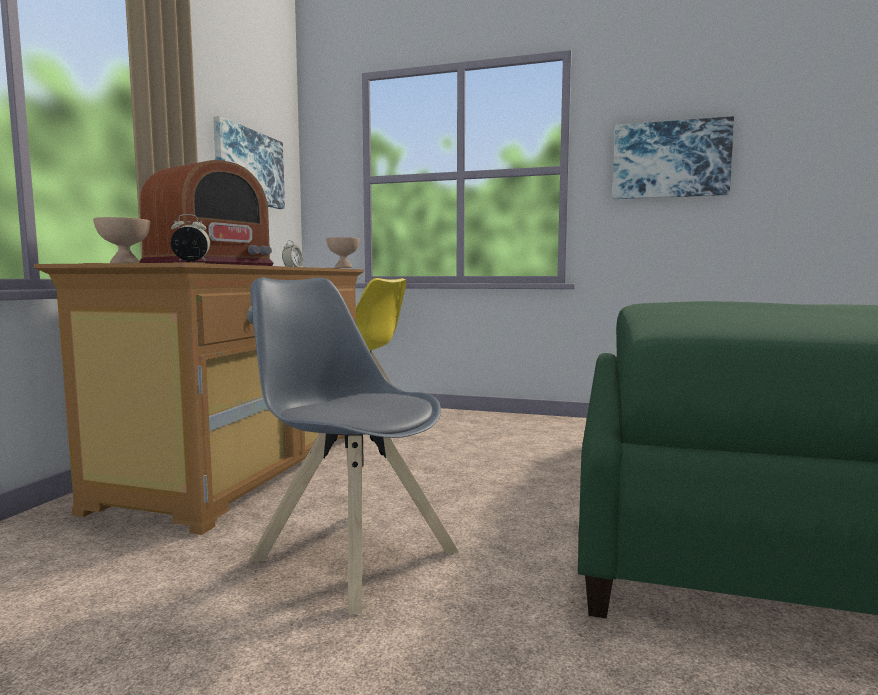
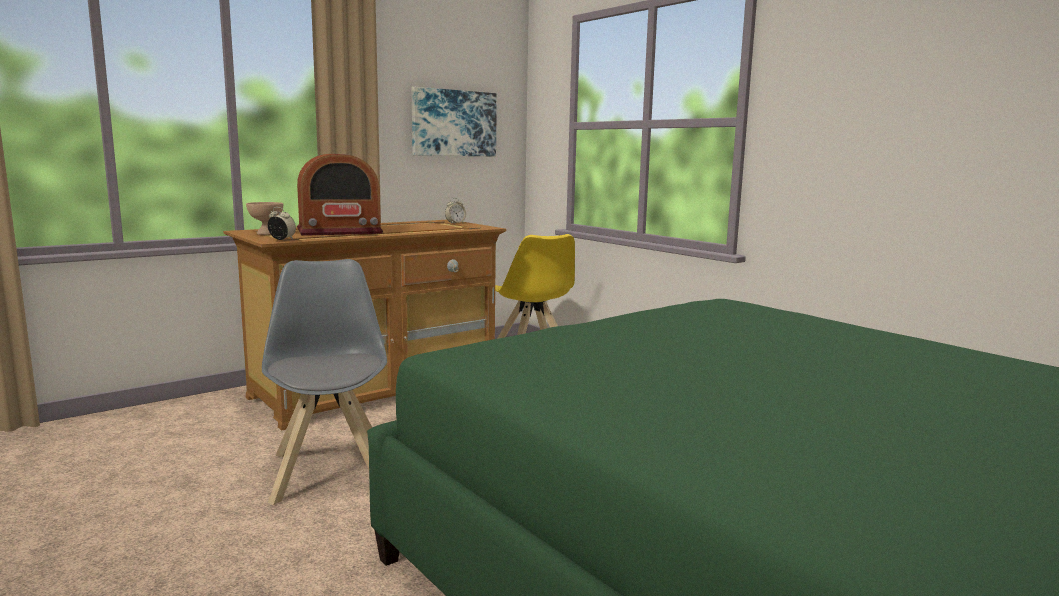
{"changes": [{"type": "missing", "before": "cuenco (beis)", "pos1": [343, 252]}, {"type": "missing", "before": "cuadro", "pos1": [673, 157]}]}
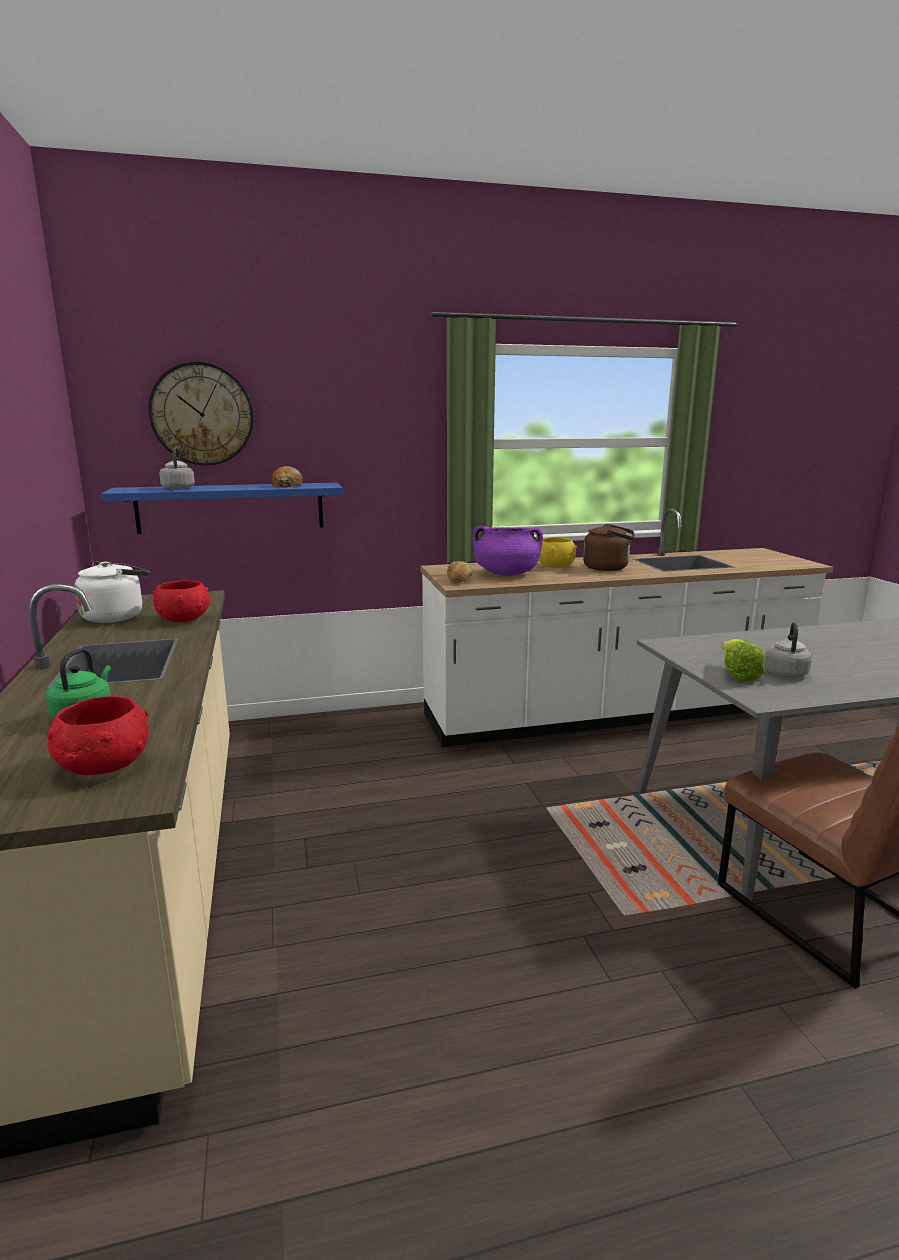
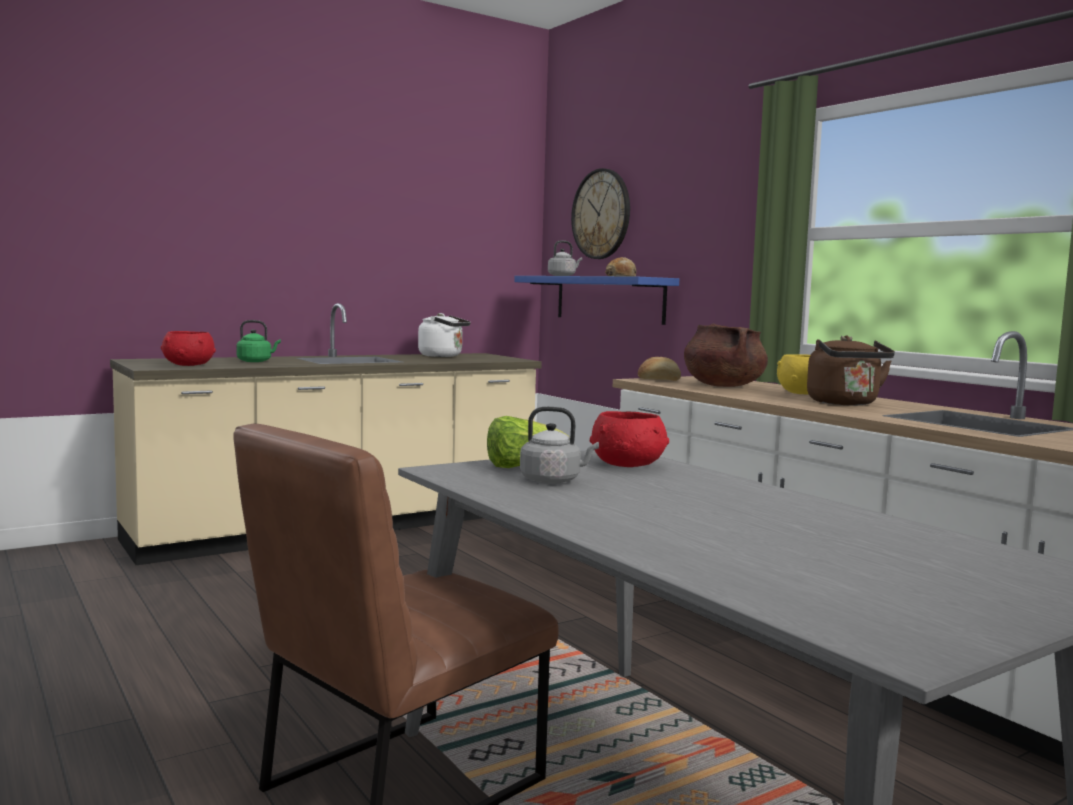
{"changes": [{"type": "relocated", "before": "cuenco (rojo)", "pos1": [181, 601], "pos2": [629, 439]}, {"type": "colour", "before": "olla (morado)", "after": "olla (marrón)", "pos1": [508, 551], "pos2": [726, 355]}]}
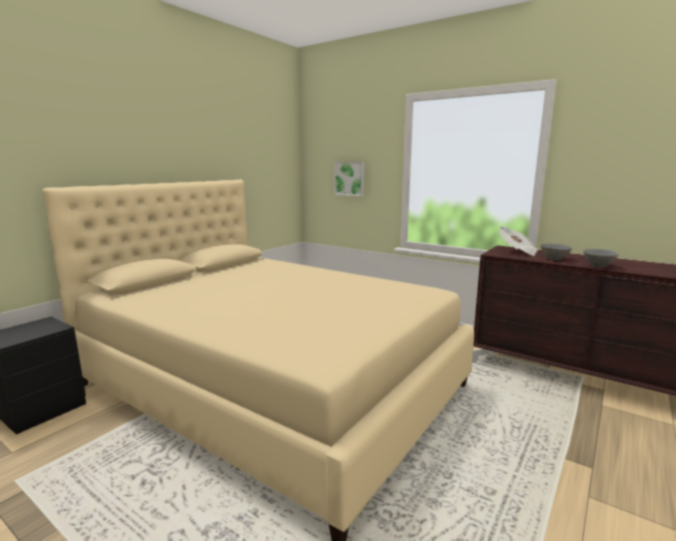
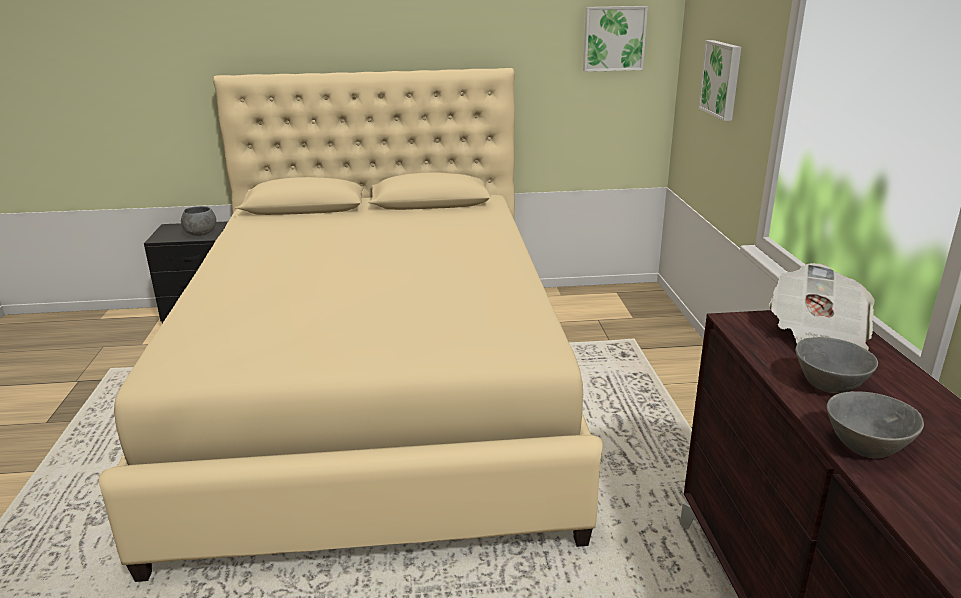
{"changes": [{"type": "appeared", "after": "cuenco (gris)", "pos2": [198, 221]}, {"type": "appeared", "after": "cuadro", "pos2": [615, 39]}]}
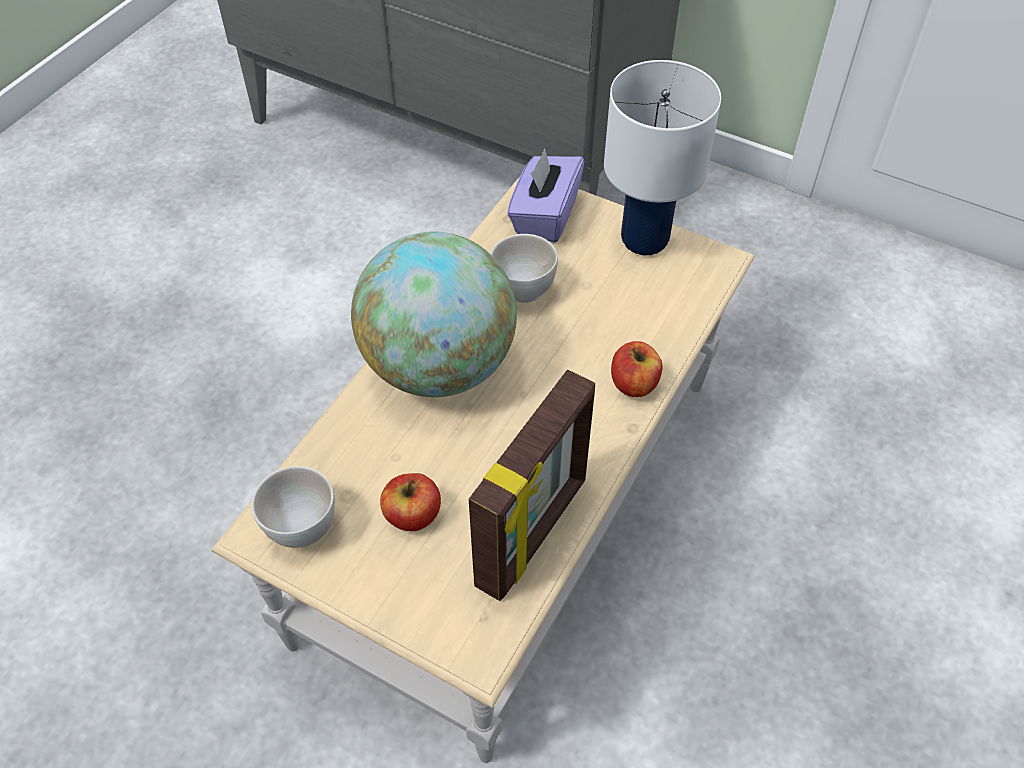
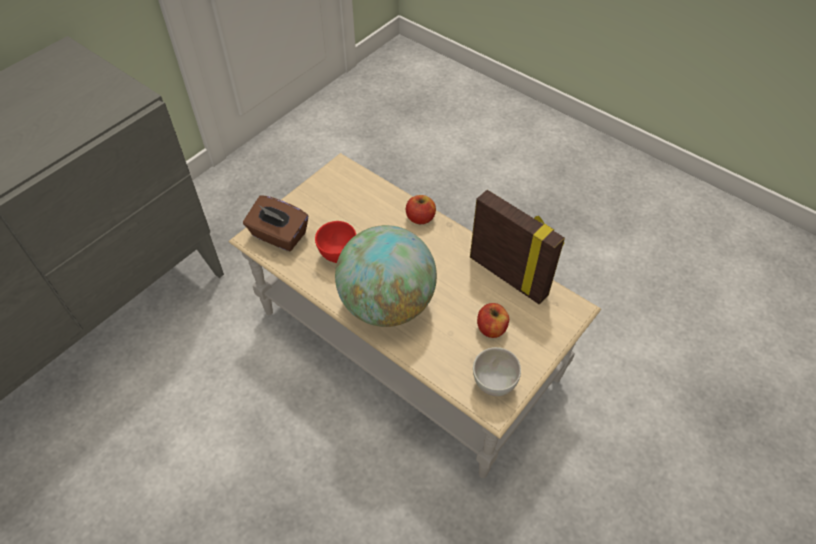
{"changes": [{"type": "missing", "before": "lámpara de mesa (blanco)", "pos1": [662, 158]}, {"type": "colour", "before": "cuenco (blanco)", "after": "cuenco (rojo)", "pos1": [524, 268], "pos2": [335, 242]}, {"type": "colour", "before": "caja de pañuelos (morado)", "after": "caja de pañuelos (marrón)", "pos1": [545, 196], "pos2": [275, 223]}]}
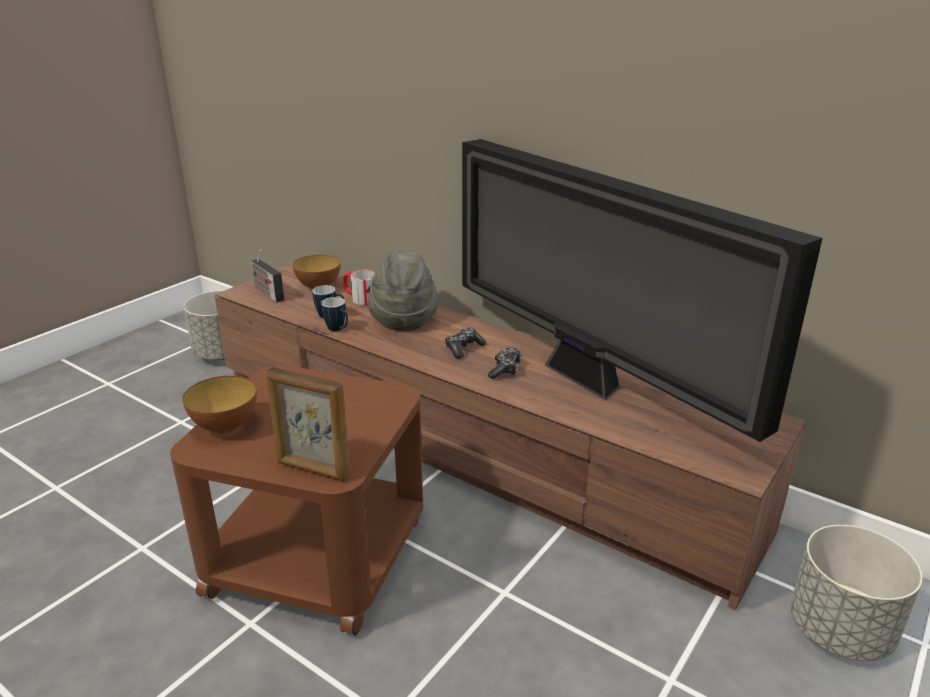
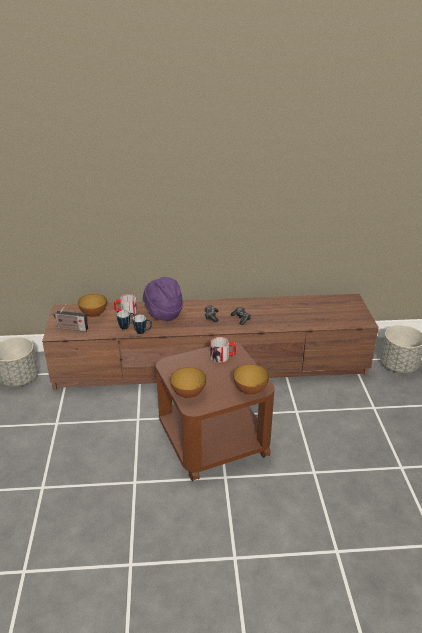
{"changes": [{"type": "missing", "before": "televisor", "pos1": [642, 290]}, {"type": "appeared", "after": "taza grande", "pos2": [224, 350]}, {"type": "exchanged", "before": "portarretratos", "after": "cuenco", "pos1": [308, 424], "pos2": [251, 379]}, {"type": "colour", "before": "sombrero (gris)", "after": "sombrero (morado)", "pos1": [403, 290], "pos2": [163, 299]}]}
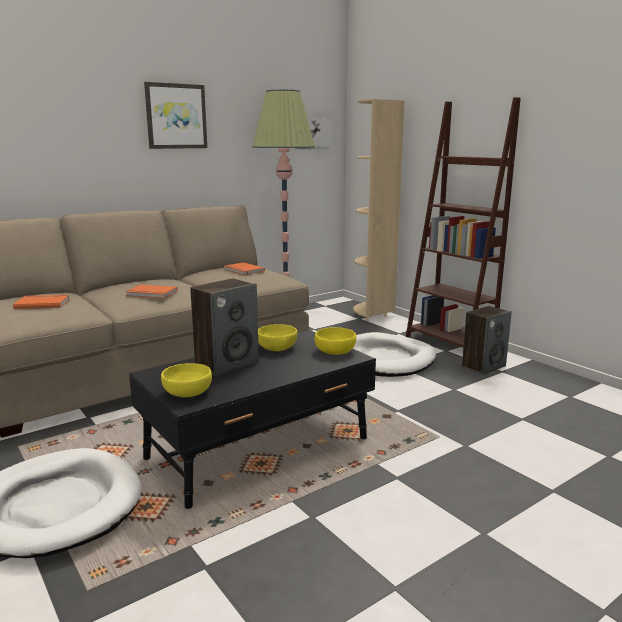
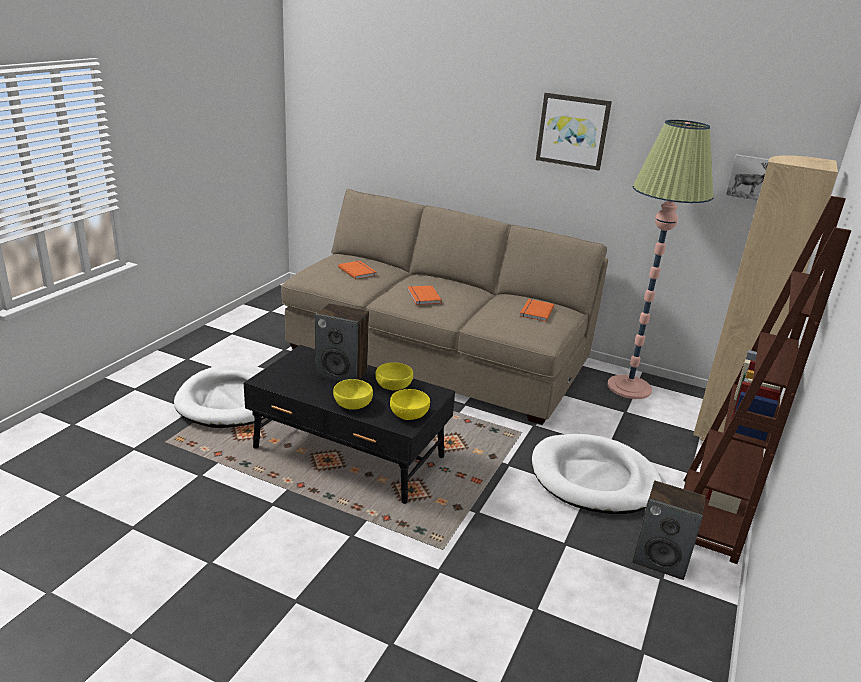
{"changes": [{"type": "relocated", "before": "cuenco (amarillo)", "pos1": [186, 380], "pos2": [353, 394]}]}
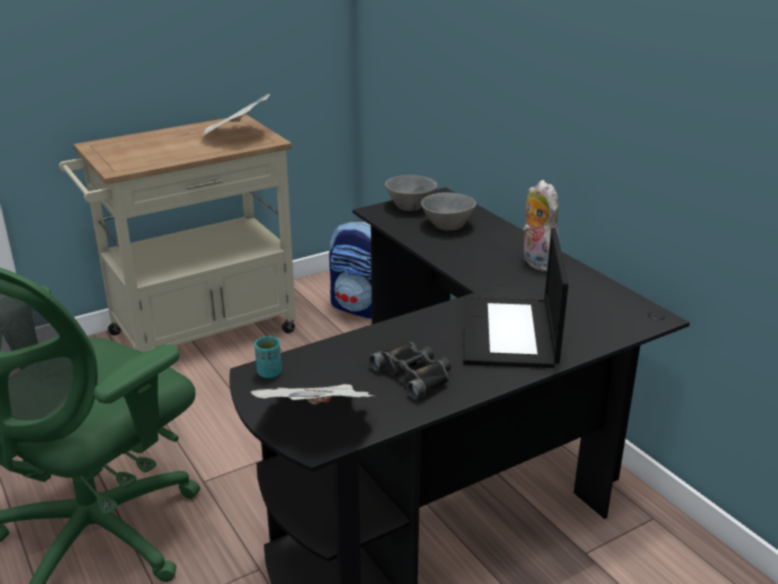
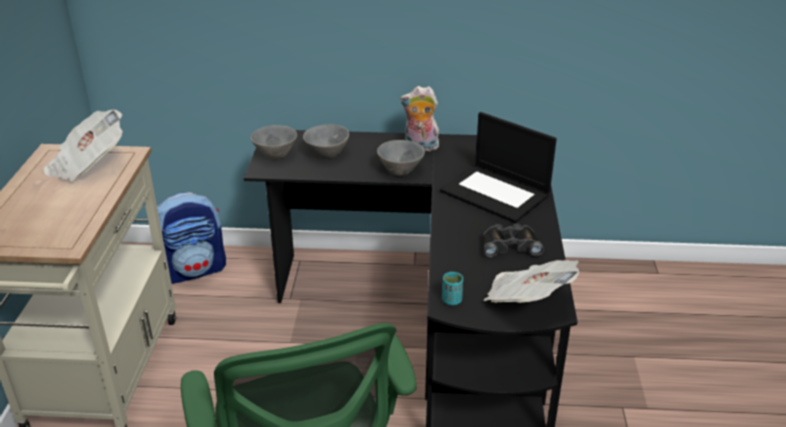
{"changes": [{"type": "appeared", "after": "cuenco (gris)", "pos2": [401, 158]}]}
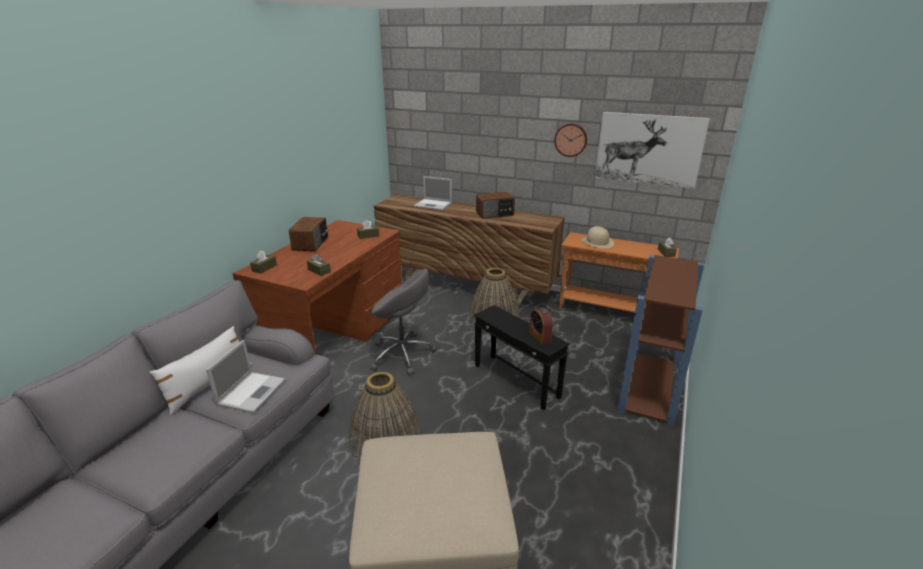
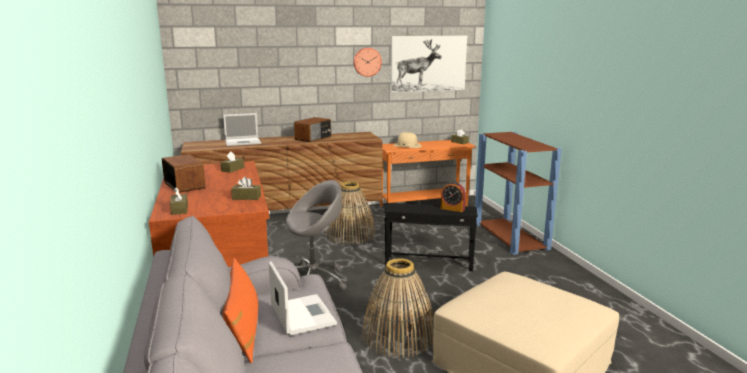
{"changes": [{"type": "colour", "before": "cojín (blanco)", "after": "cojín (naranja)", "pos1": [200, 370], "pos2": [240, 310]}]}
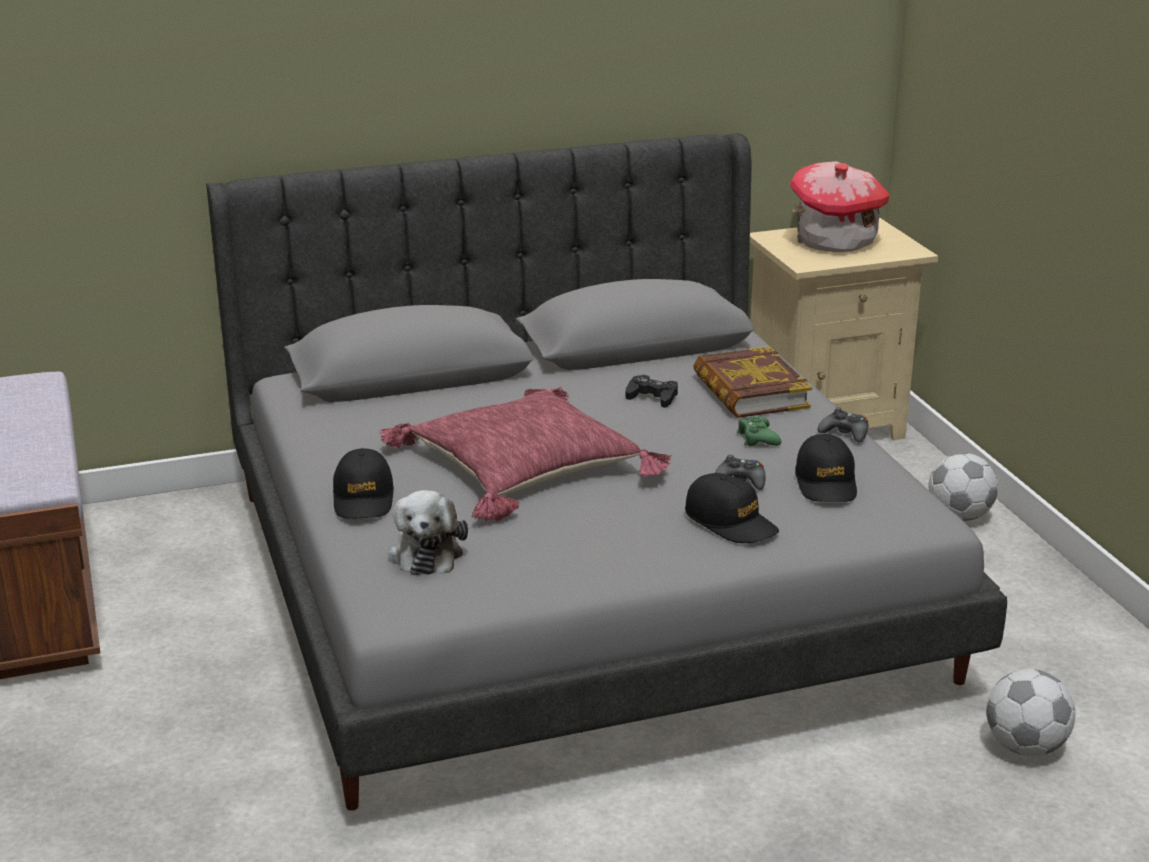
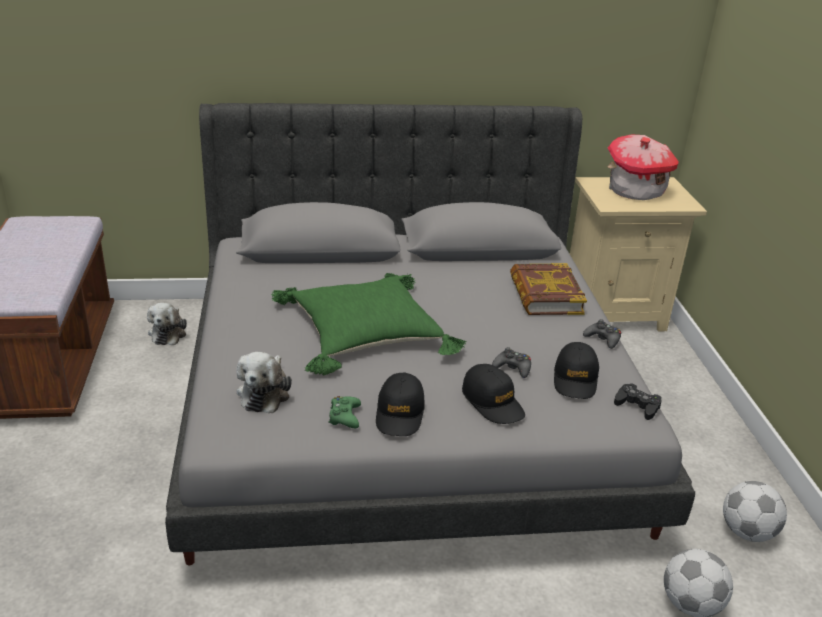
{"changes": [{"type": "appeared", "after": "peluche", "pos2": [167, 323]}, {"type": "relocated", "before": "gorra (negro)", "pos1": [363, 483], "pos2": [400, 404]}, {"type": "relocated", "before": "mando de consola (negro)", "pos1": [652, 391], "pos2": [638, 401]}, {"type": "relocated", "before": "mando de consola (verde)", "pos1": [759, 431], "pos2": [345, 412]}, {"type": "relocated", "before": "balón de fútbol", "pos1": [963, 487], "pos2": [755, 511]}, {"type": "colour", "before": "cojín (rojo)", "after": "cojín (verde)", "pos1": [525, 454], "pos2": [369, 324]}]}
